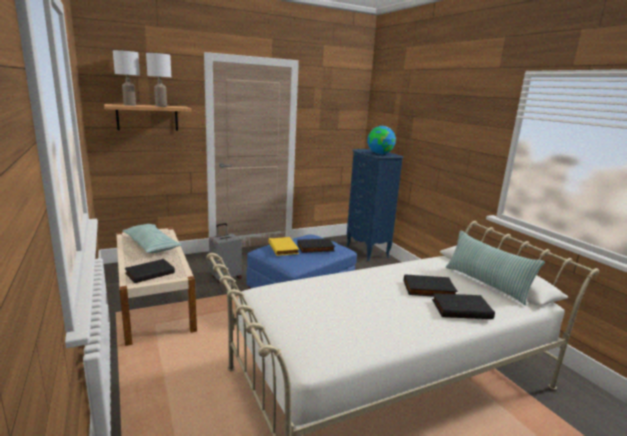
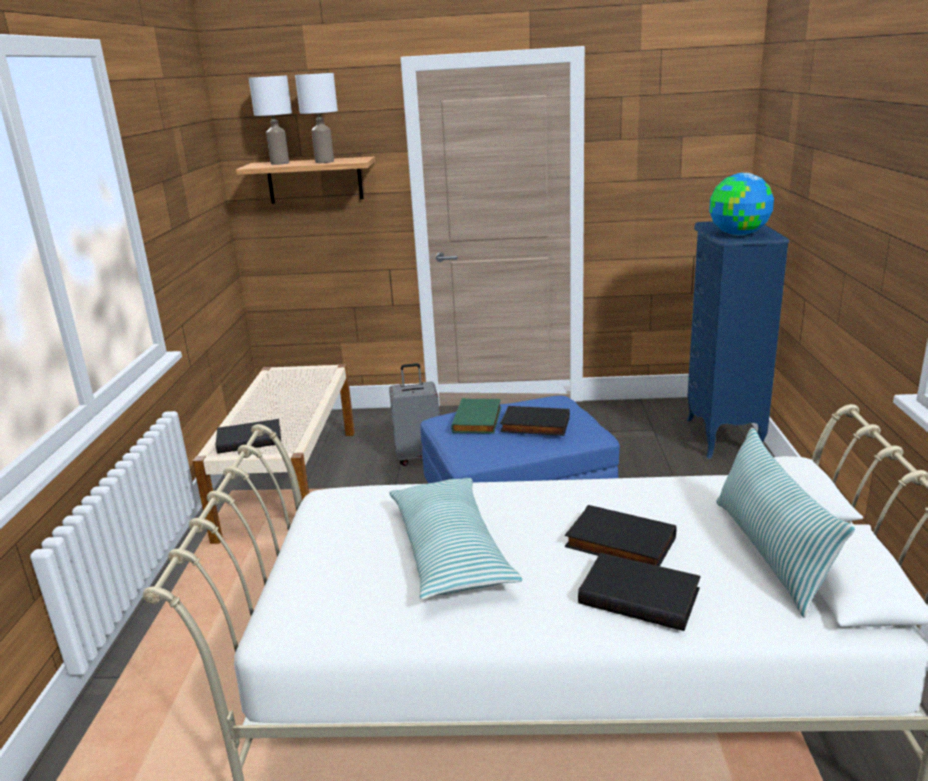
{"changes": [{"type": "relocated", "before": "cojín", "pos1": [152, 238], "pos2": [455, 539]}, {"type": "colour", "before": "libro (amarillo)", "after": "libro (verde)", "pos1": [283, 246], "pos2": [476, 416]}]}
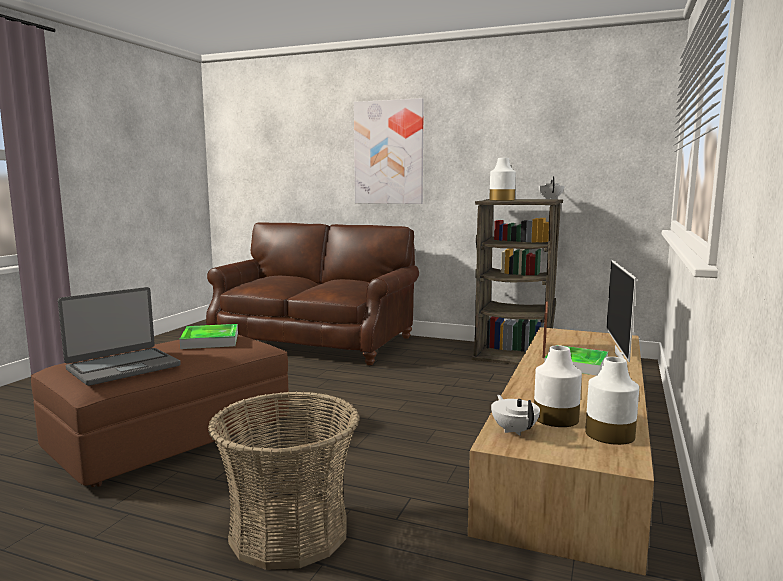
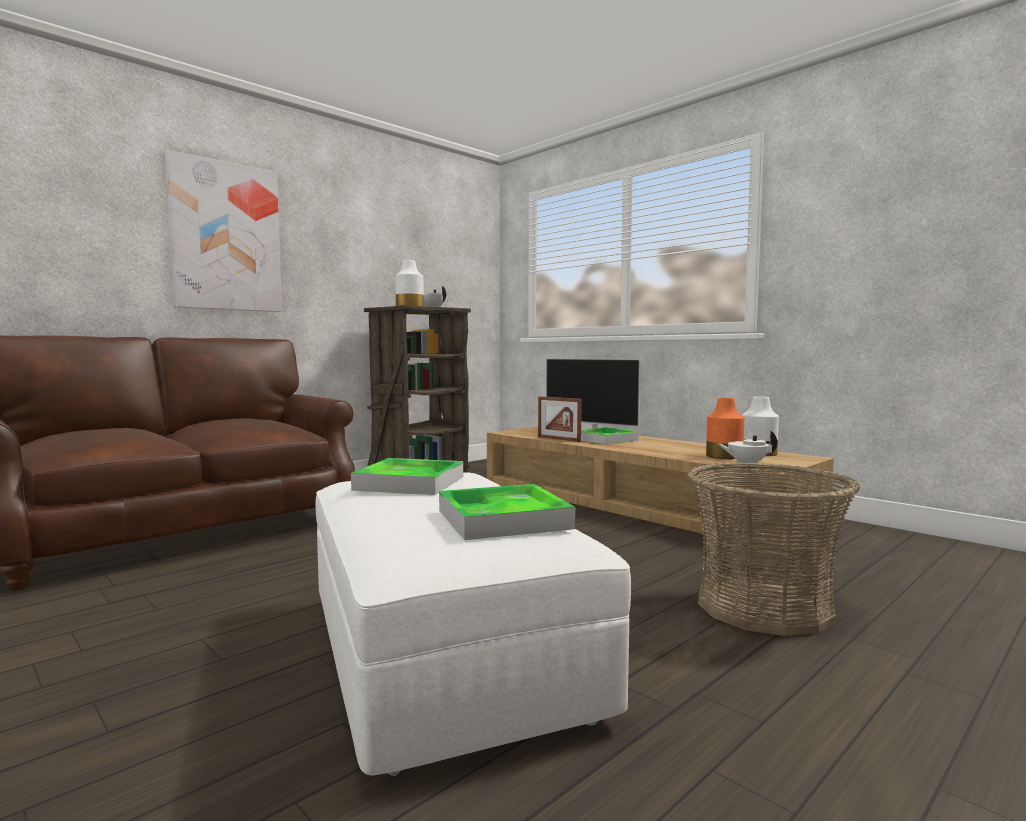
{"changes": [{"type": "exchanged", "before": "portátil", "after": "bandeja", "pos1": [119, 336], "pos2": [507, 512]}, {"type": "colour", "before": "puf (marrón)", "after": "puf (blanco)", "pos1": [160, 411], "pos2": [473, 624]}, {"type": "colour", "before": "florero (blanco)", "after": "florero (naranja)", "pos1": [558, 386], "pos2": [725, 428]}]}
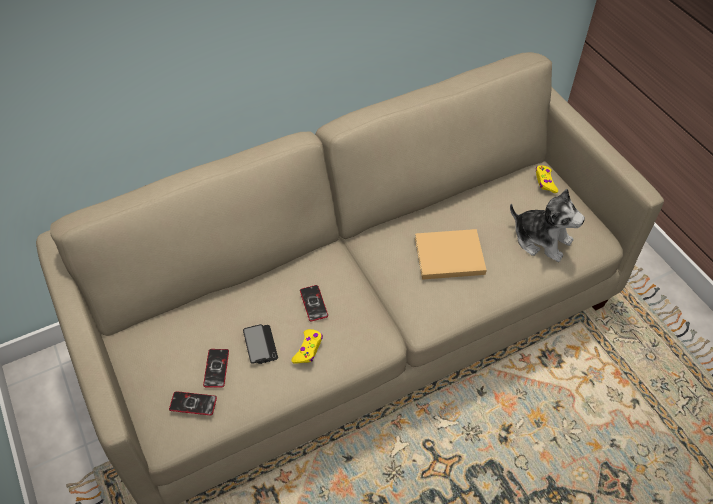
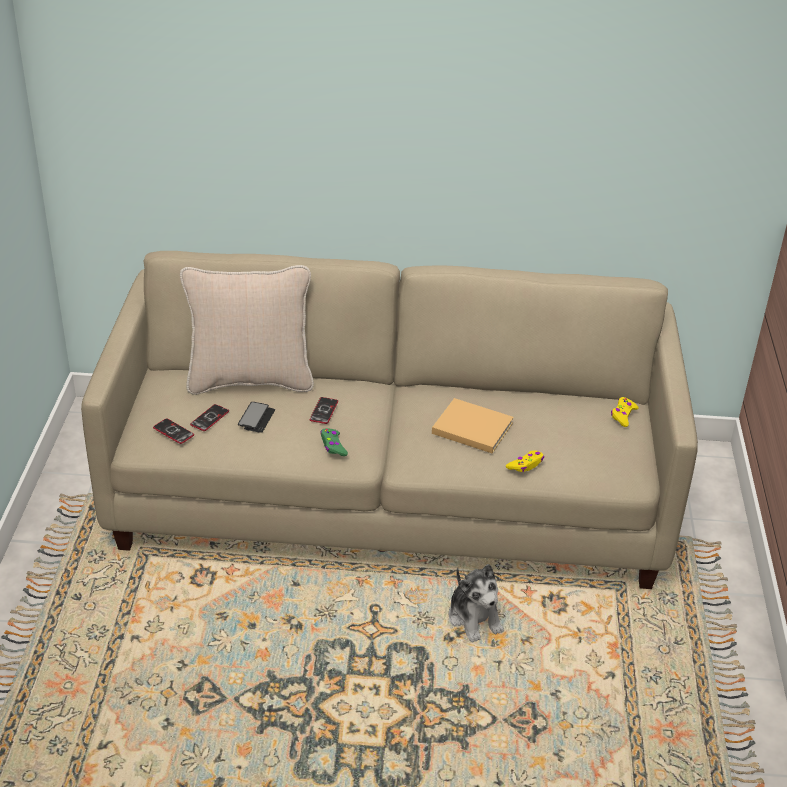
{"changes": [{"type": "appeared", "after": "cojín (beis)", "pos2": [247, 330]}, {"type": "appeared", "after": "mando de consola (verde)", "pos2": [334, 442]}, {"type": "relocated", "before": "mando de consola (amarillo)", "pos1": [307, 346], "pos2": [525, 461]}, {"type": "relocated", "before": "peluche", "pos1": [547, 225], "pos2": [476, 603]}]}
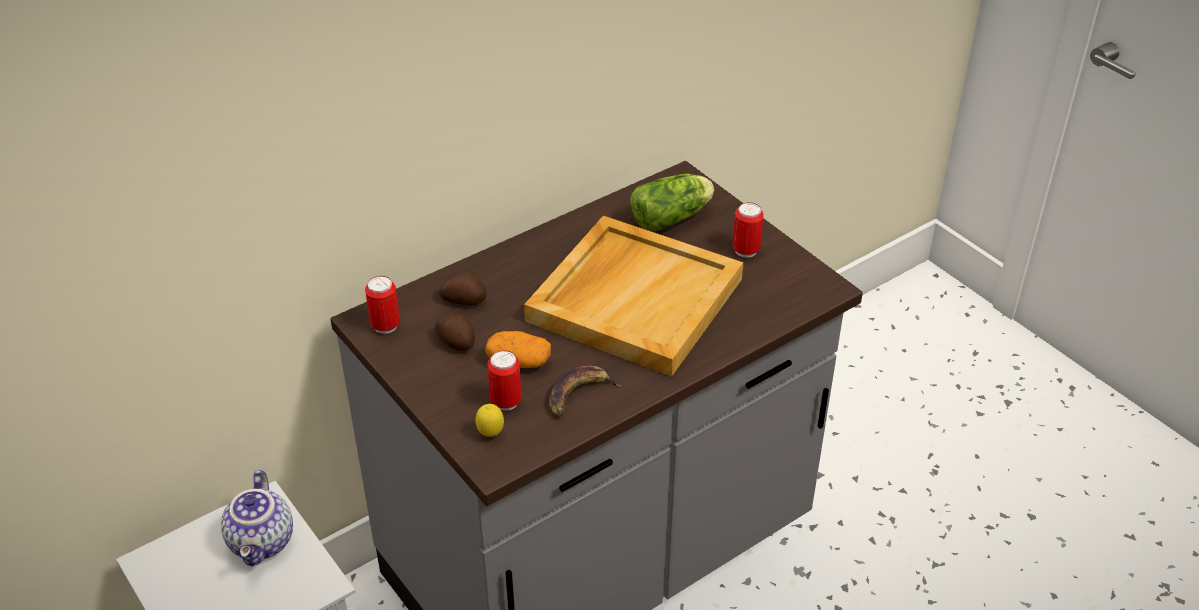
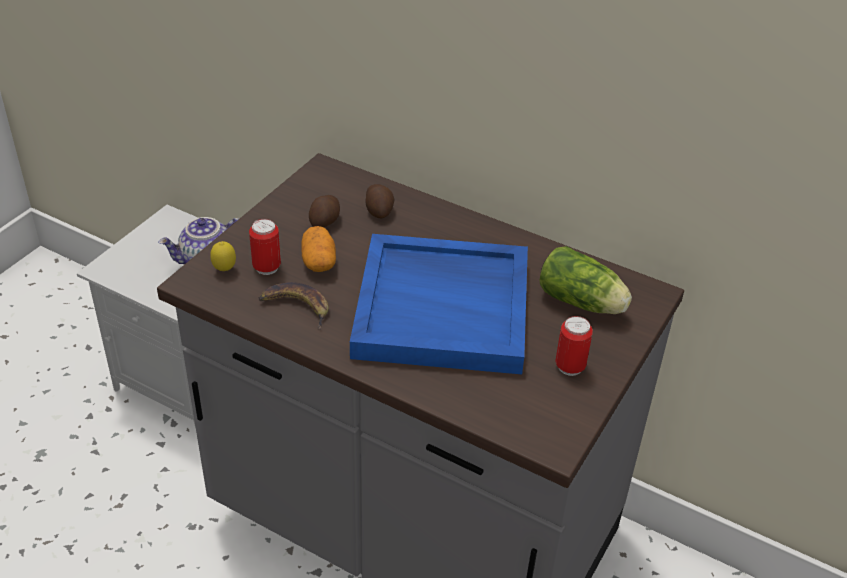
{"changes": [{"type": "missing", "before": "lata", "pos1": [382, 305]}, {"type": "colour", "before": "bandeja (beis)", "after": "bandeja (azul)", "pos1": [633, 296], "pos2": [439, 304]}]}
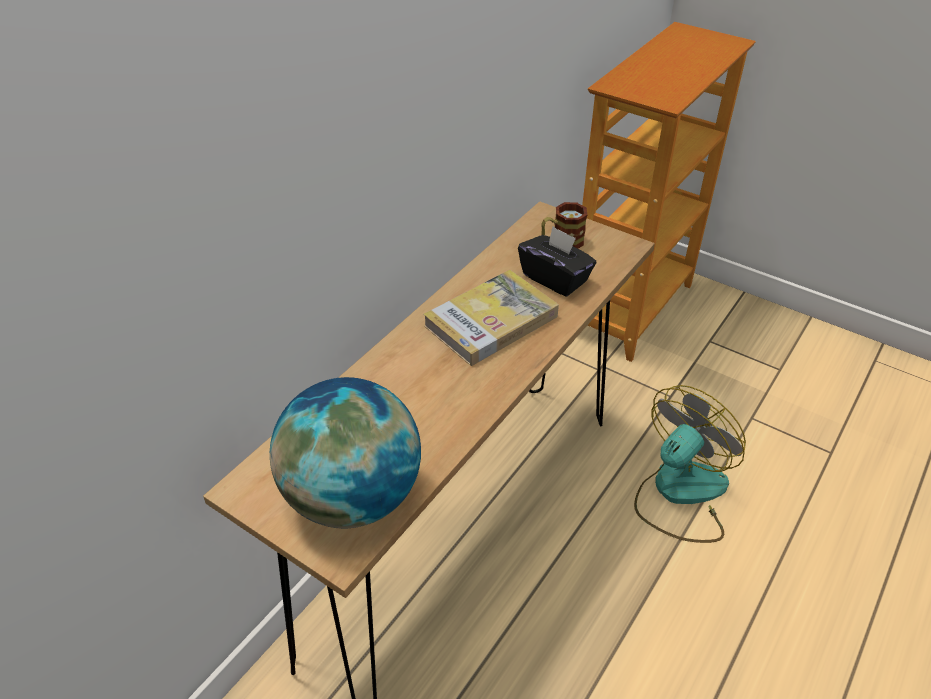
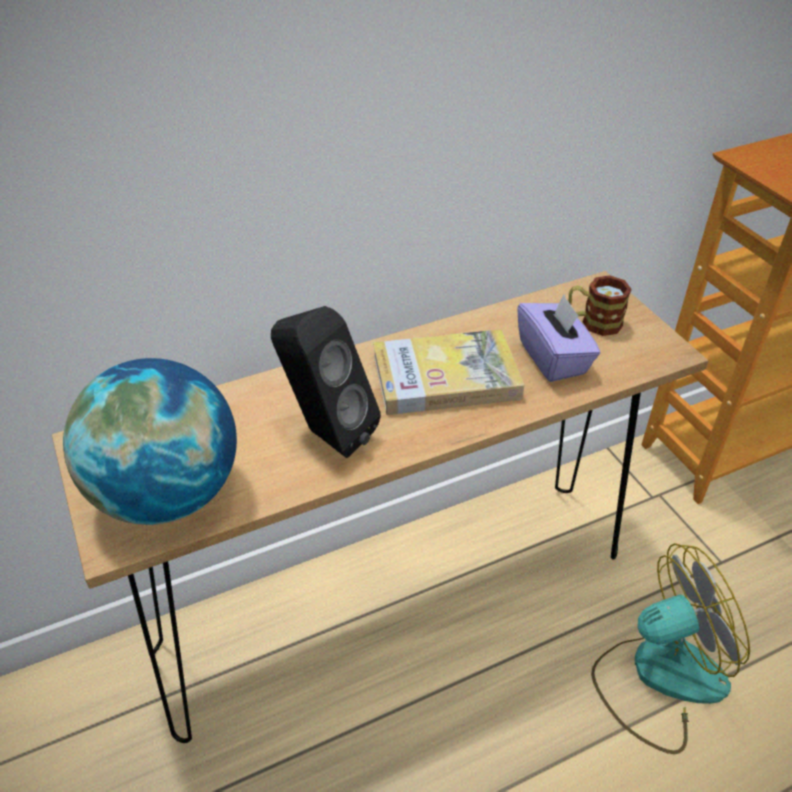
{"changes": [{"type": "appeared", "after": "altavoz (negro)", "pos2": [326, 382]}, {"type": "colour", "before": "caja de pañuelos (negro)", "after": "caja de pañuelos (morado)", "pos1": [557, 261], "pos2": [558, 338]}]}
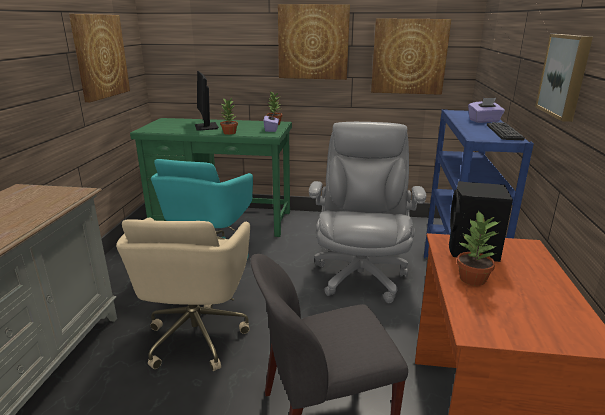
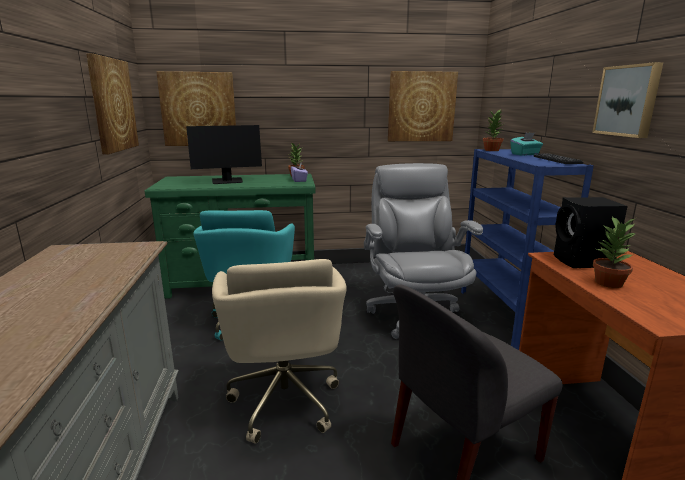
{"changes": [{"type": "relocated", "before": "planta en maceta", "pos1": [229, 116], "pos2": [493, 129]}, {"type": "relocated", "before": "cuadro", "pos1": [314, 42], "pos2": [196, 108]}, {"type": "colour", "before": "caja de pañuelos (morado)", "after": "caja de pañuelos (turquesa)", "pos1": [486, 110], "pos2": [526, 144]}, {"type": "spun", "before": "monitor", "pos1": [207, 101], "pos2": [224, 154], "turn": -75}]}
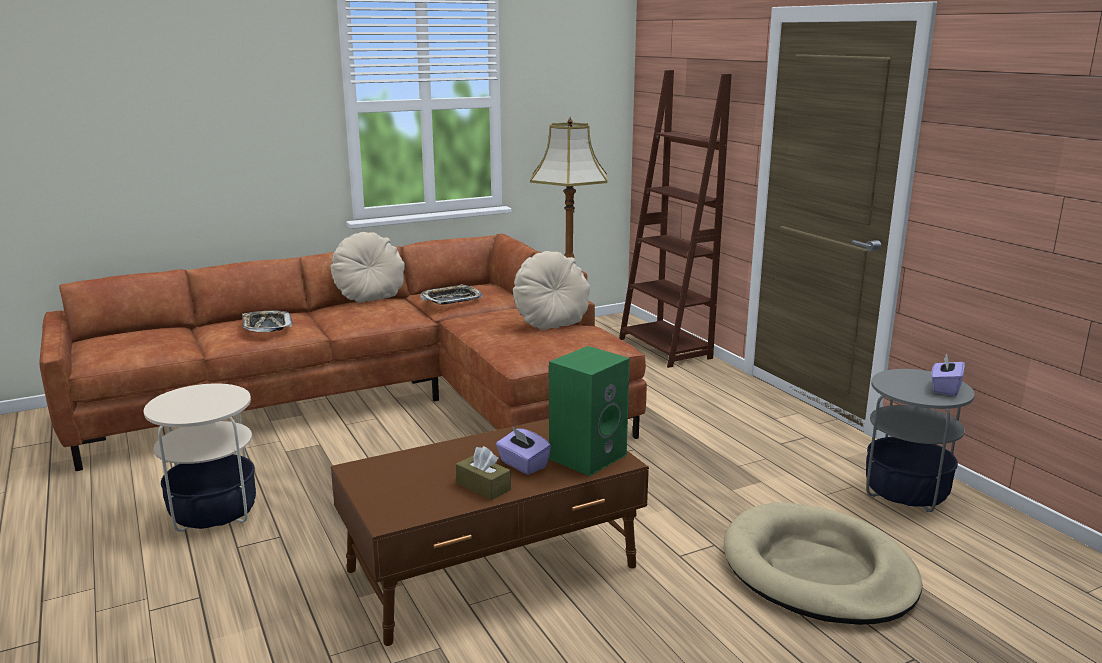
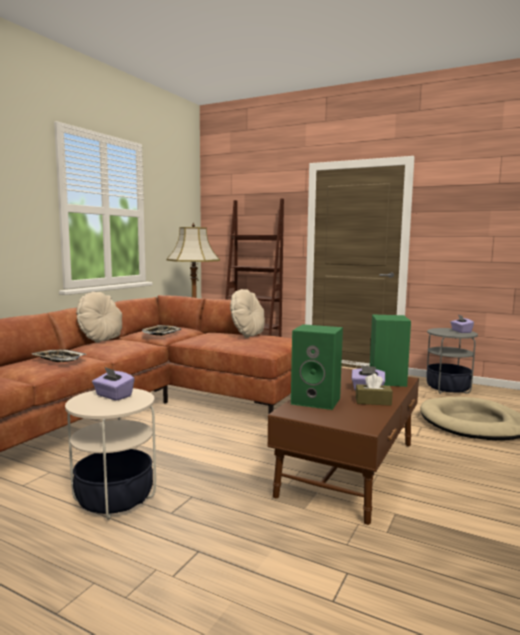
{"changes": [{"type": "appeared", "after": "caja de pañuelos (morado)", "pos2": [113, 384]}, {"type": "appeared", "after": "altavoz (verde)", "pos2": [317, 367]}]}
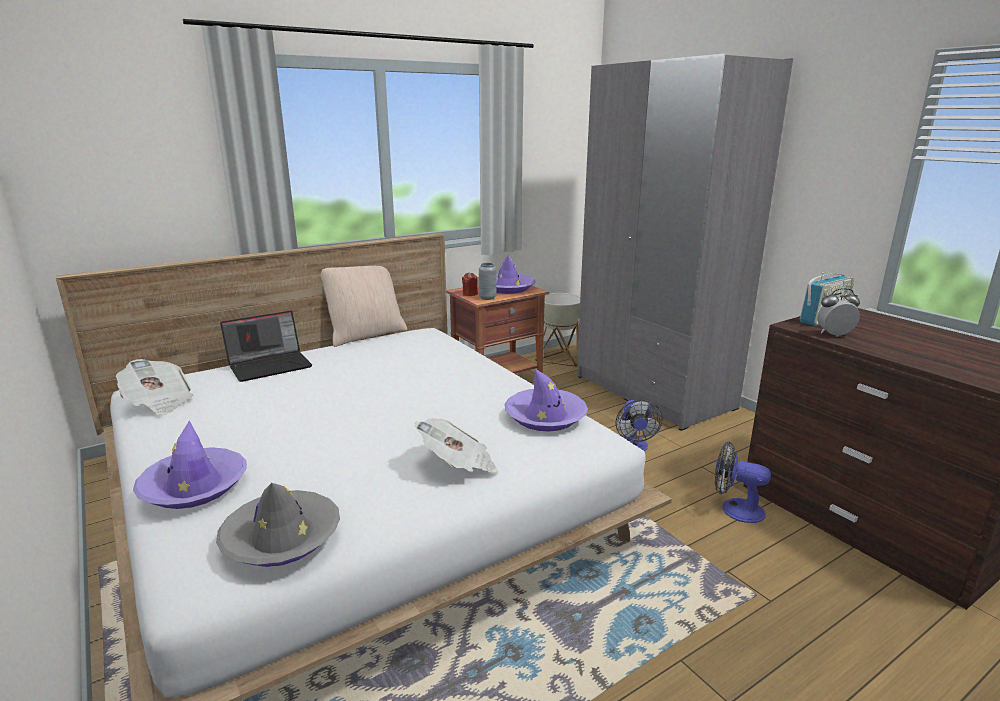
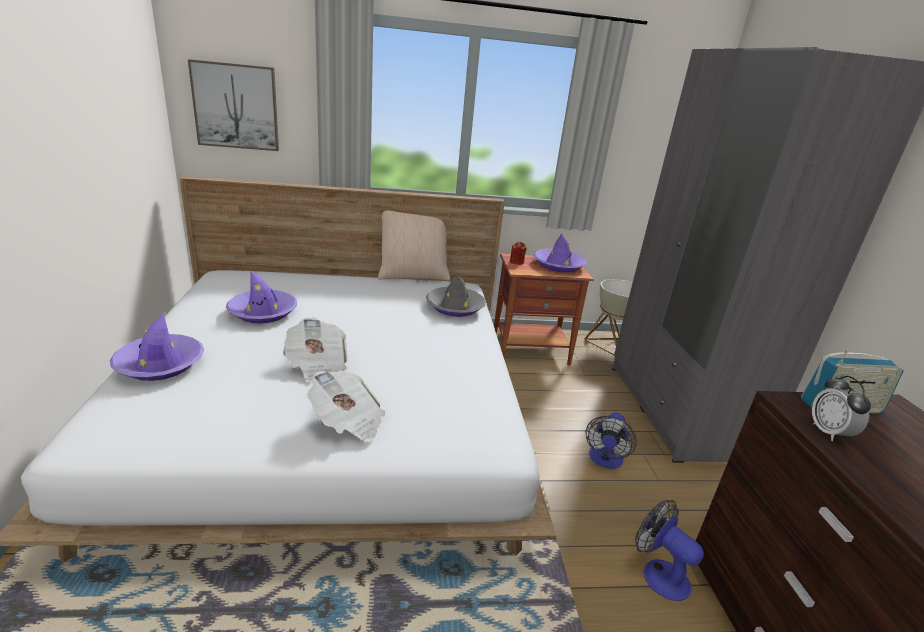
{"changes": [{"type": "missing", "before": "portátil", "pos1": [266, 346]}, {"type": "missing", "before": "florero (gris)", "pos1": [488, 281]}, {"type": "appeared", "after": "cuadro", "pos2": [233, 105]}, {"type": "relocated", "before": "periódico", "pos1": [155, 387], "pos2": [315, 350]}, {"type": "relocated", "before": "sombrero (gris)", "pos1": [278, 525], "pos2": [456, 295]}, {"type": "relocated", "before": "sombrero (morado)", "pos1": [546, 400], "pos2": [261, 297]}, {"type": "spun", "before": "despertador", "pos1": [838, 312], "pos2": [841, 408], "turn": -120}]}
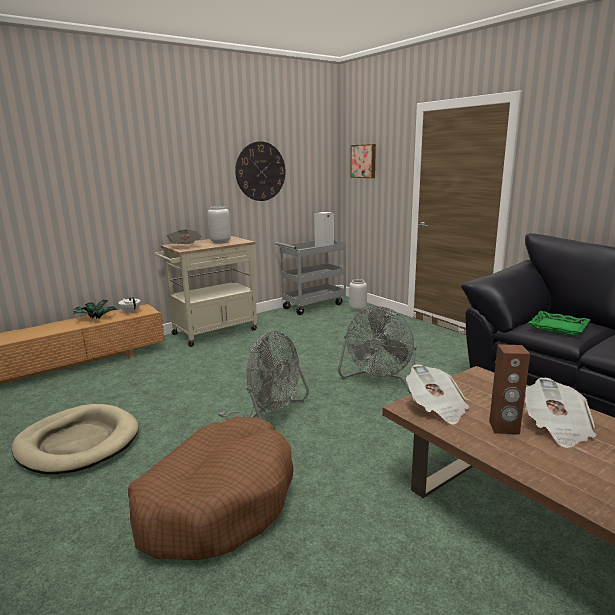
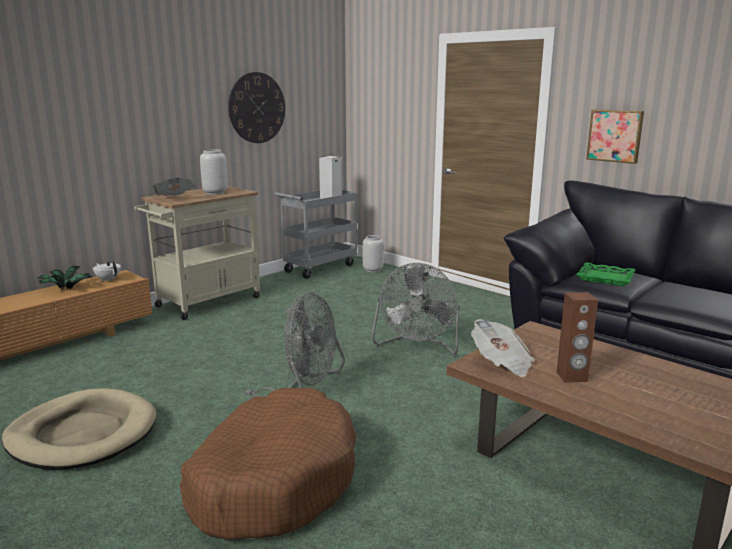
{"changes": [{"type": "missing", "before": "periódico", "pos1": [560, 413]}, {"type": "relocated", "before": "cuadro", "pos1": [363, 161], "pos2": [615, 137]}]}
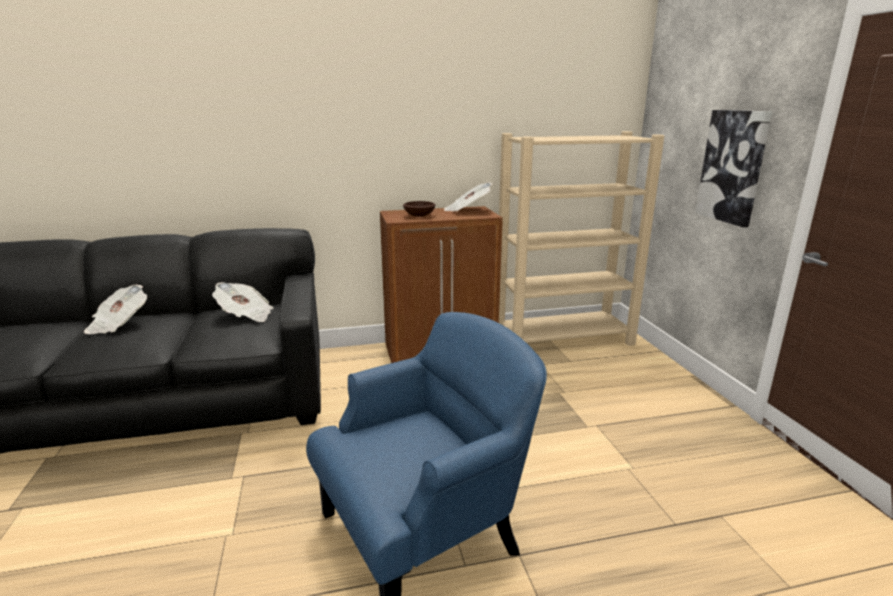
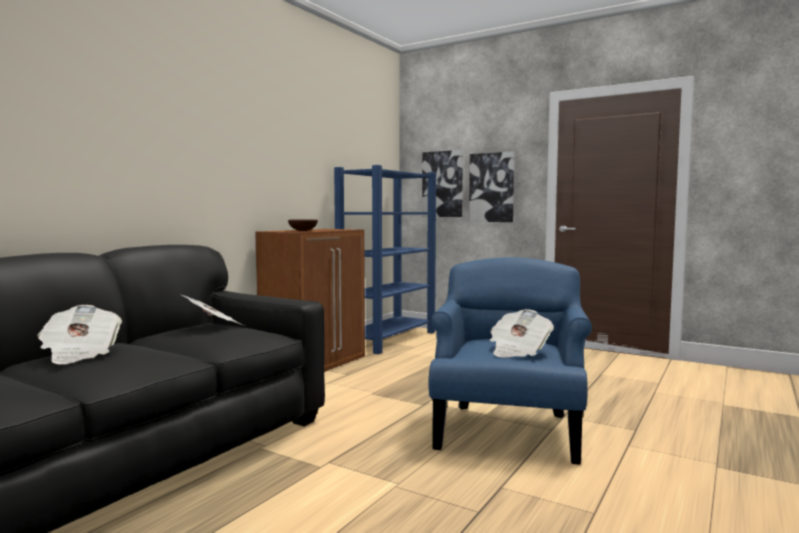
{"changes": [{"type": "appeared", "after": "cuadro", "pos2": [442, 183]}, {"type": "relocated", "before": "periódico", "pos1": [468, 197], "pos2": [522, 333]}, {"type": "colour", "before": "estantería (beis)", "after": "estantería (azul)", "pos1": [581, 238], "pos2": [385, 259]}]}
